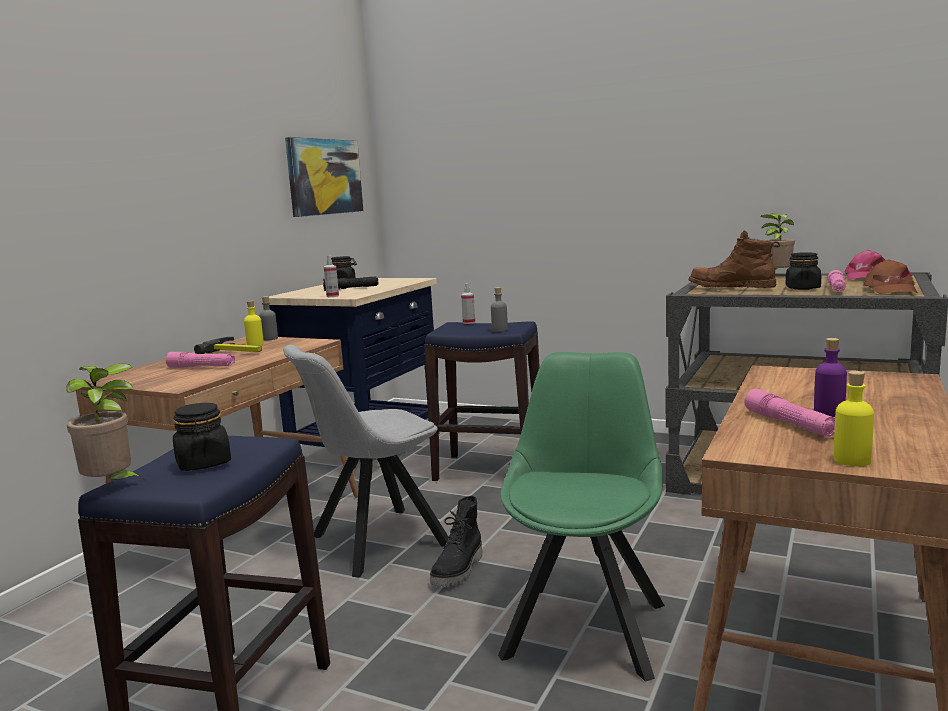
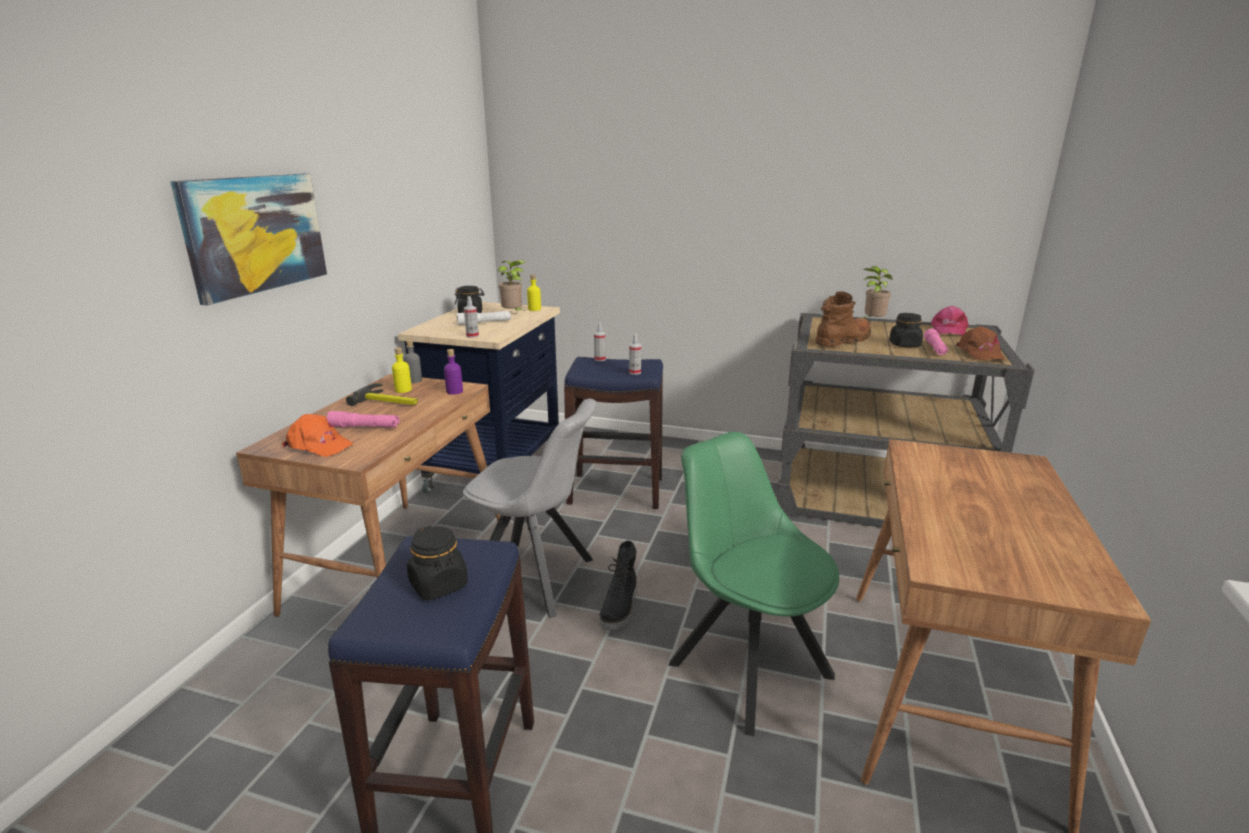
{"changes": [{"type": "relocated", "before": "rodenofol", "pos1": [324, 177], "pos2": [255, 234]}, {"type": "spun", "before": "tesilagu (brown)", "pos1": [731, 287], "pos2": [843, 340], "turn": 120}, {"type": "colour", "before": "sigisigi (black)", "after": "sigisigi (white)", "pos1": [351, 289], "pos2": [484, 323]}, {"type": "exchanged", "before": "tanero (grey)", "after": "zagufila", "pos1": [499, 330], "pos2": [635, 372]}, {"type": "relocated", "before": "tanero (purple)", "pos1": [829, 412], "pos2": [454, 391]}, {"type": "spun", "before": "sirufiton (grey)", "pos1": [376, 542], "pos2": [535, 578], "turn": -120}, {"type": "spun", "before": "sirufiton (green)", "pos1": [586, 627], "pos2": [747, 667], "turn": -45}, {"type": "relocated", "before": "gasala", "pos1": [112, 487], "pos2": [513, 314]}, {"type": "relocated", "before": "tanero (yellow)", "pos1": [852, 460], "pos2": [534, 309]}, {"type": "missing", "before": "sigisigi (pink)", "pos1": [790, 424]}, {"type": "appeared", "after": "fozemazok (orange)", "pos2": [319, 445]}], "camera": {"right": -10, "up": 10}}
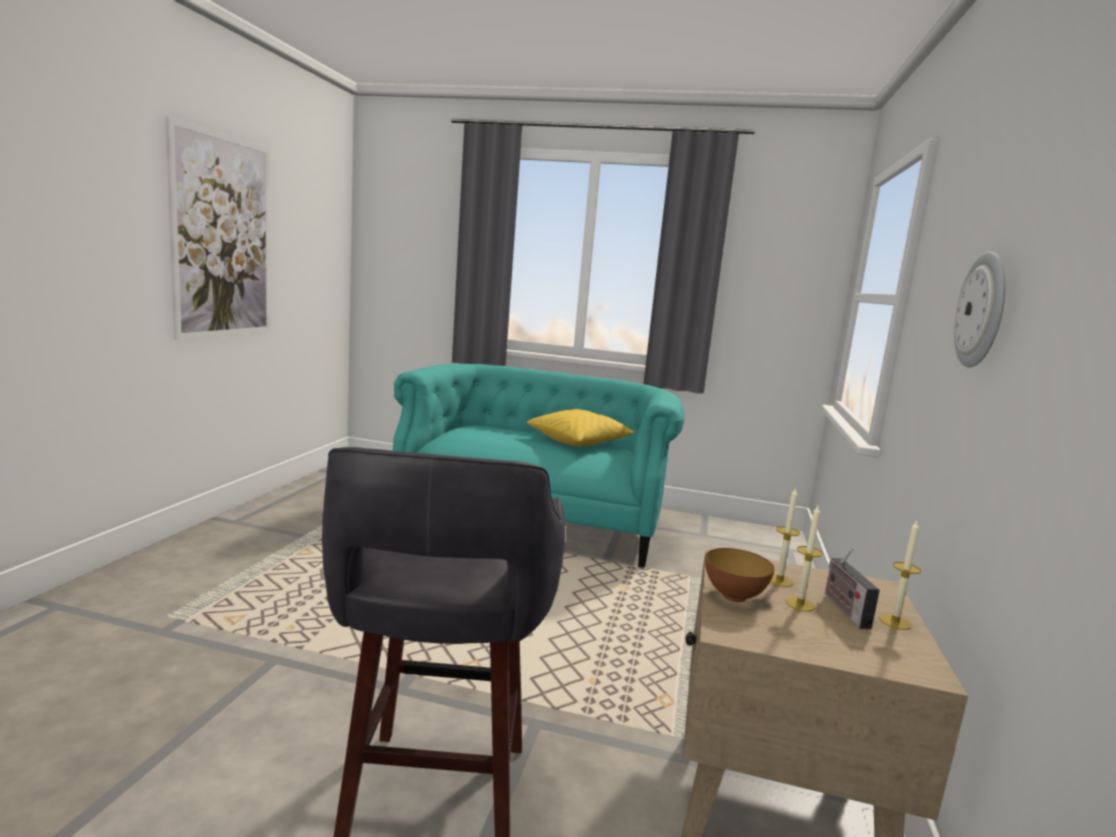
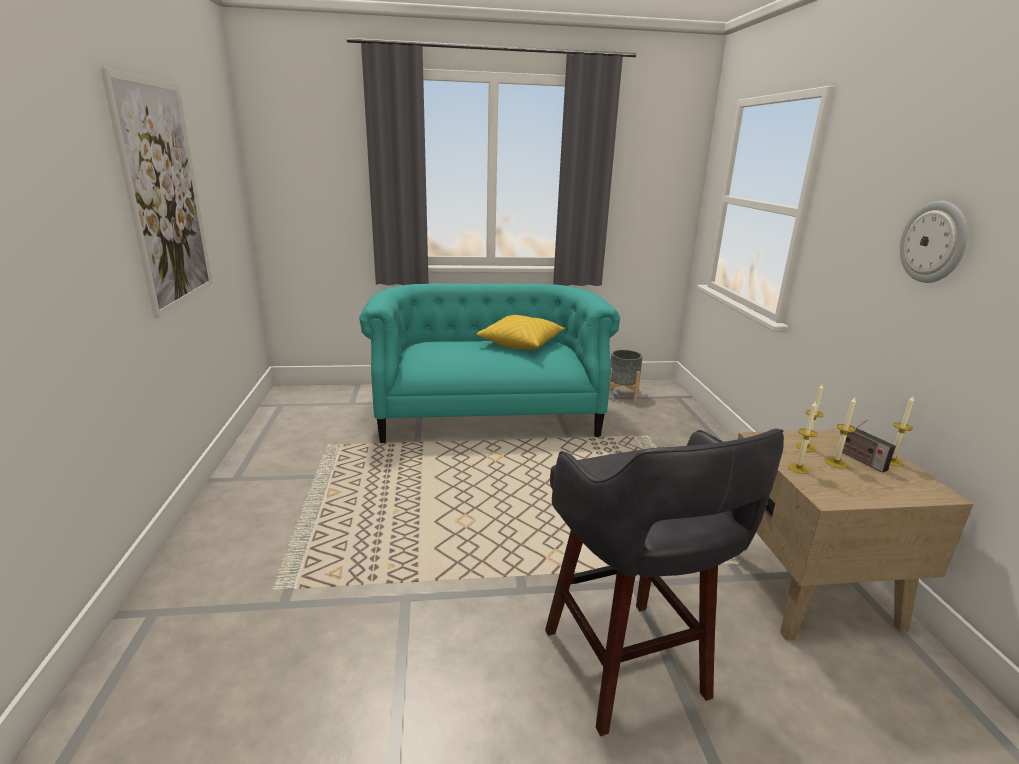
{"changes": [{"type": "exchanged", "before": "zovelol", "after": "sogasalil", "pos1": [734, 596], "pos2": [798, 468]}, {"type": "appeared", "after": "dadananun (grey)", "pos2": [622, 394]}], "camera": {"right": -20, "up": 10}}
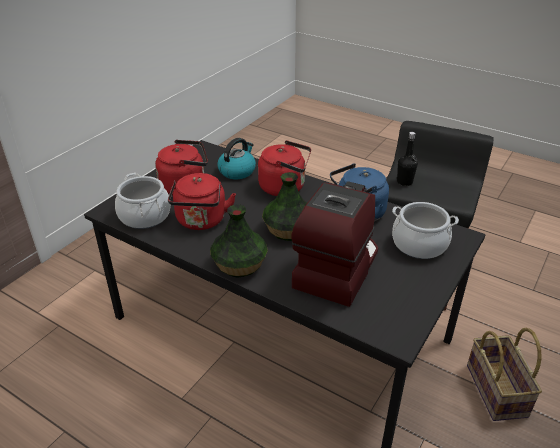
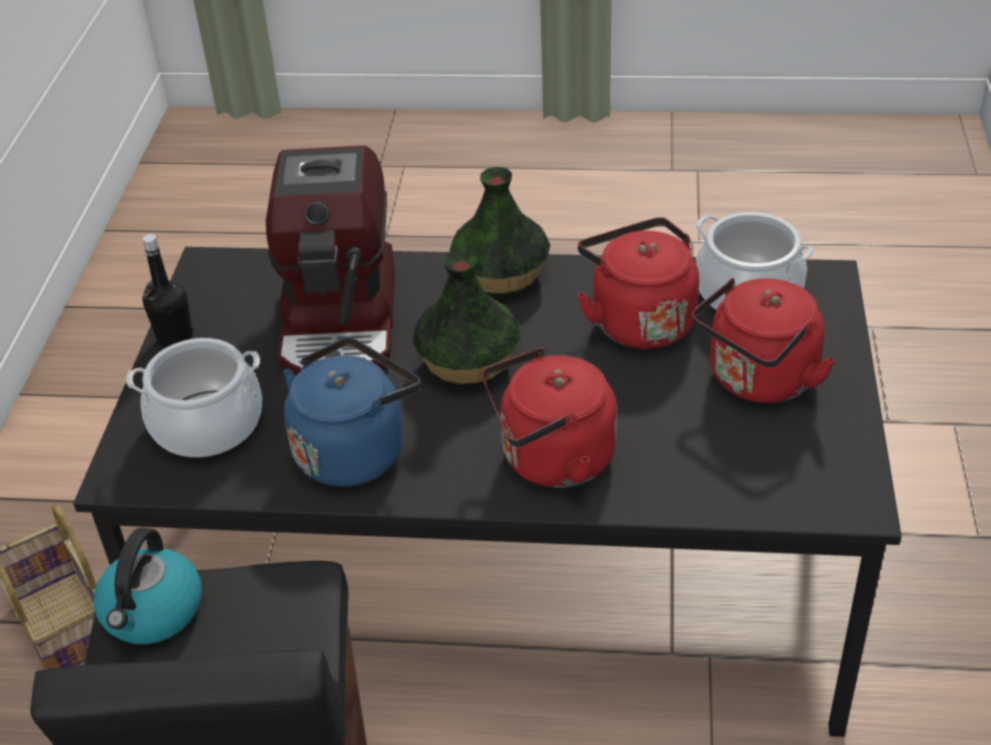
{"changes": [{"type": "relocated", "before": "tanero (black)", "pos1": [404, 182], "pos2": [175, 338]}, {"type": "relocated", "before": "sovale", "pos1": [237, 171], "pos2": [153, 612]}], "camera": {"right": 155, "up": 5}}
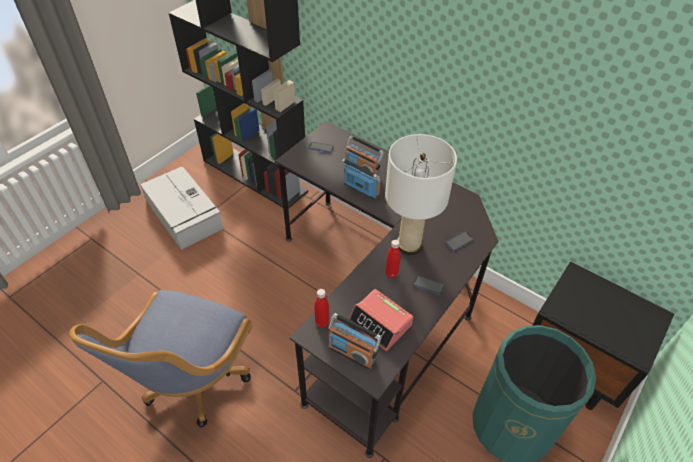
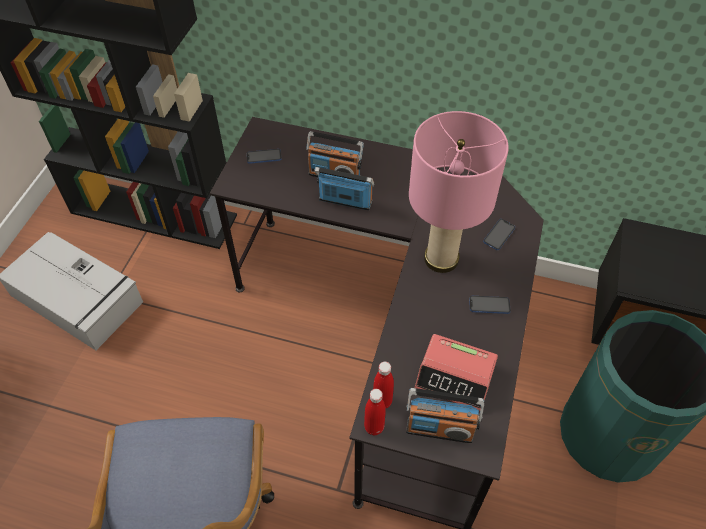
{"changes": [{"type": "colour", "before": "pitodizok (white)", "after": "pitodizok (pink)", "pos1": [408, 245], "pos2": [440, 259]}, {"type": "relocated", "before": "tanero (red)", "pos1": [391, 274], "pos2": [374, 427]}], "camera": {"right": -20, "up": 5}}
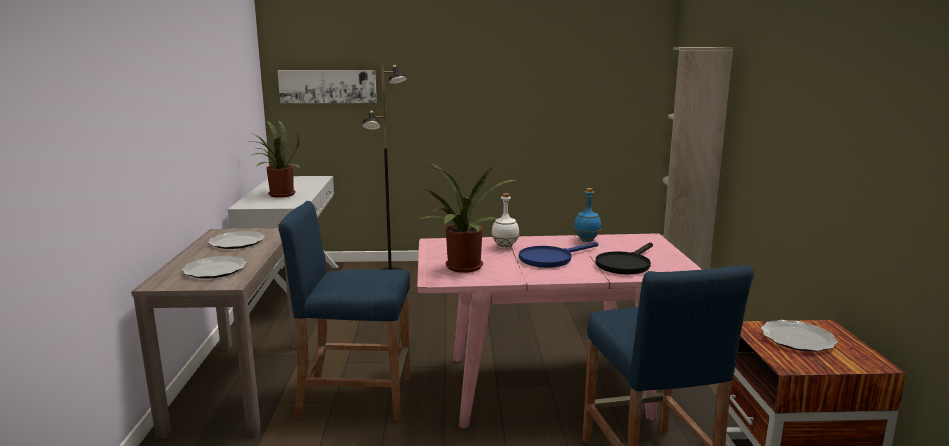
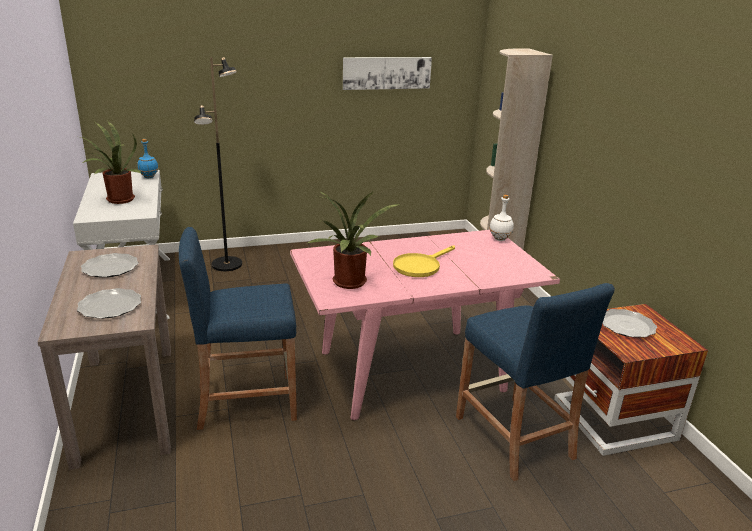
{"changes": [{"type": "relocated", "before": "rodenofol", "pos1": [328, 86], "pos2": [386, 73]}, {"type": "relocated", "before": "tanero (blue)", "pos1": [586, 240], "pos2": [149, 177]}, {"type": "relocated", "before": "tanero (white)", "pos1": [505, 247], "pos2": [500, 239]}, {"type": "colour", "before": "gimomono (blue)", "after": "gimomono (yellow)", "pos1": [551, 259], "pos2": [420, 266]}, {"type": "missing", "before": "gimomono (black)", "pos1": [625, 264]}], "camera": {"right": -15, "up": 10}}
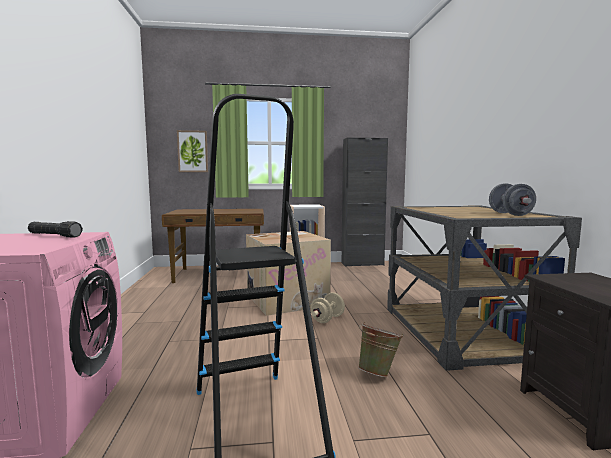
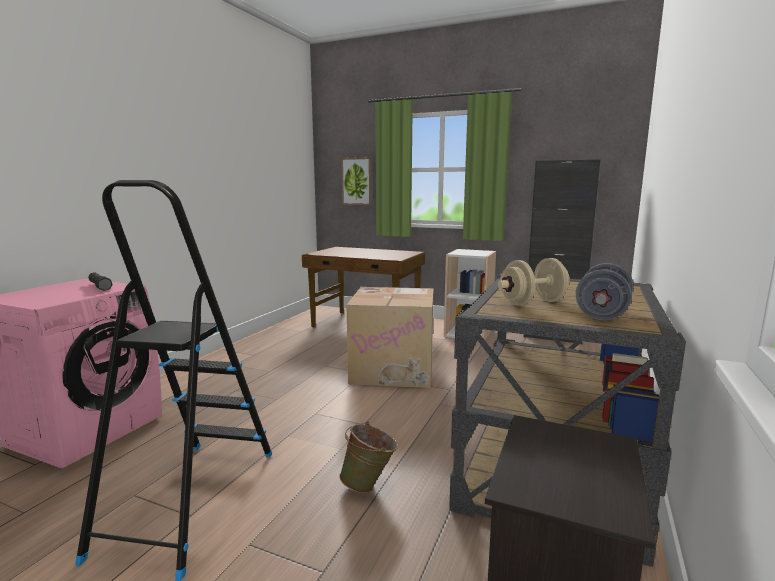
{"changes": [{"type": "relocated", "before": "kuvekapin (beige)", "pos1": [327, 319], "pos2": [533, 303]}], "camera": {"right": 30, "up": 5}}
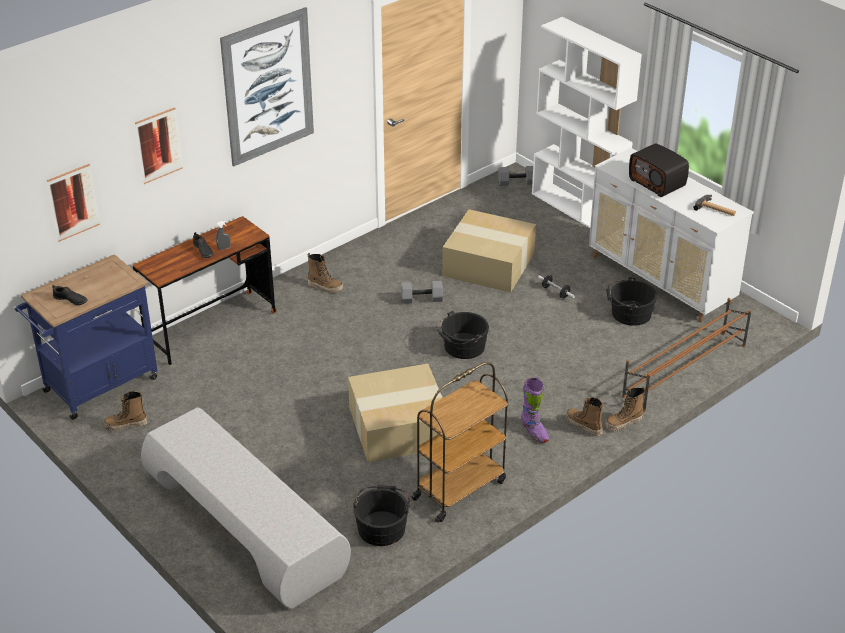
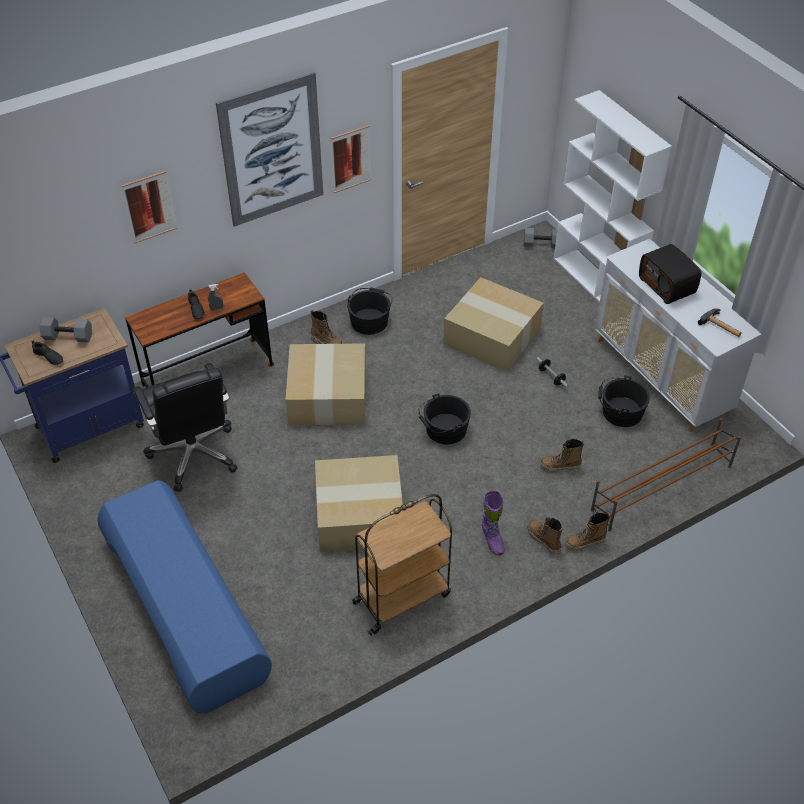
{"changes": [{"type": "relocated", "before": "rodenofol", "pos1": [73, 202], "pos2": [350, 159]}, {"type": "relocated", "before": "kuvekapin (grey)", "pos1": [421, 300], "pos2": [67, 337]}, {"type": "relocated", "before": "tesilagu", "pos1": [126, 425], "pos2": [560, 467]}, {"type": "colour", "before": "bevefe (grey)", "after": "bevefe (blue)", "pos1": [244, 524], "pos2": [184, 607]}, {"type": "relocated", "before": "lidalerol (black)", "pos1": [382, 526], "pos2": [370, 320]}, {"type": "appeared", "after": "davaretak", "pos2": [326, 395]}, {"type": "appeared", "after": "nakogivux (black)", "pos2": [194, 454]}], "camera": {"right": 10, "up": 10}}
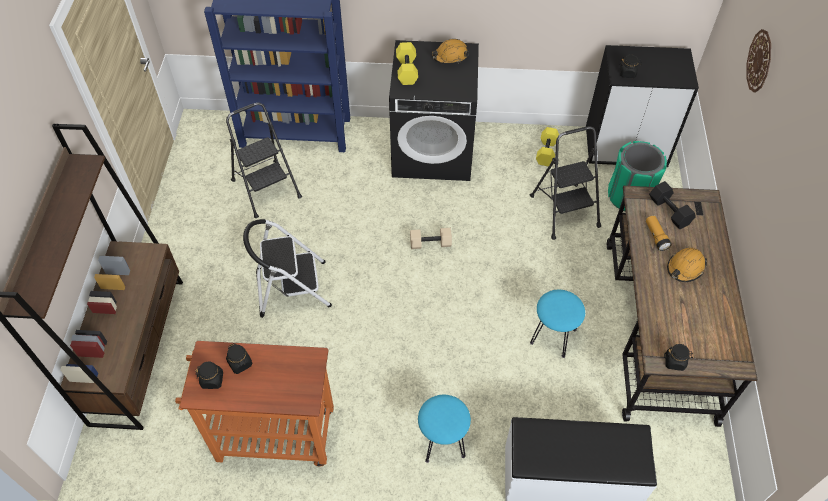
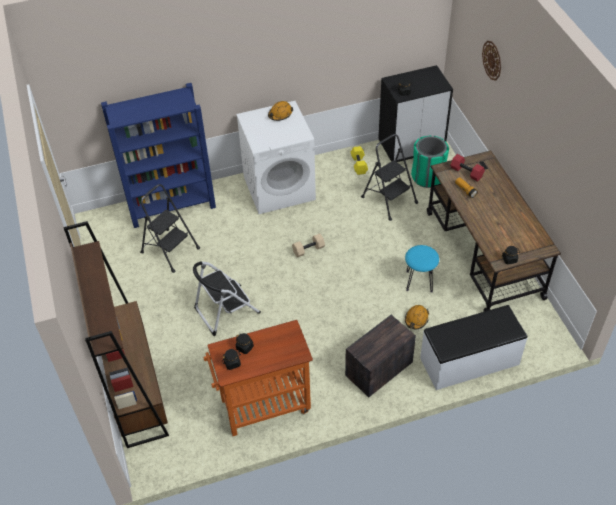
{"changes": [{"type": "colour", "before": "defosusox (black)", "after": "defosusox (white)", "pos1": [433, 151], "pos2": [279, 188]}, {"type": "missing", "before": "kuvekapin (yellow)", "pos1": [406, 70]}, {"type": "colour", "before": "kuvekapin (black)", "after": "kuvekapin (red)", "pos1": [670, 211], "pos2": [467, 172]}, {"type": "relocated", "before": "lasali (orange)", "pos1": [685, 268], "pos2": [416, 319]}, {"type": "exchanged", "before": "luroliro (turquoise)", "after": "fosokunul", "pos1": [442, 441], "pos2": [378, 369]}], "camera": {"right": -20, "up": -5}}
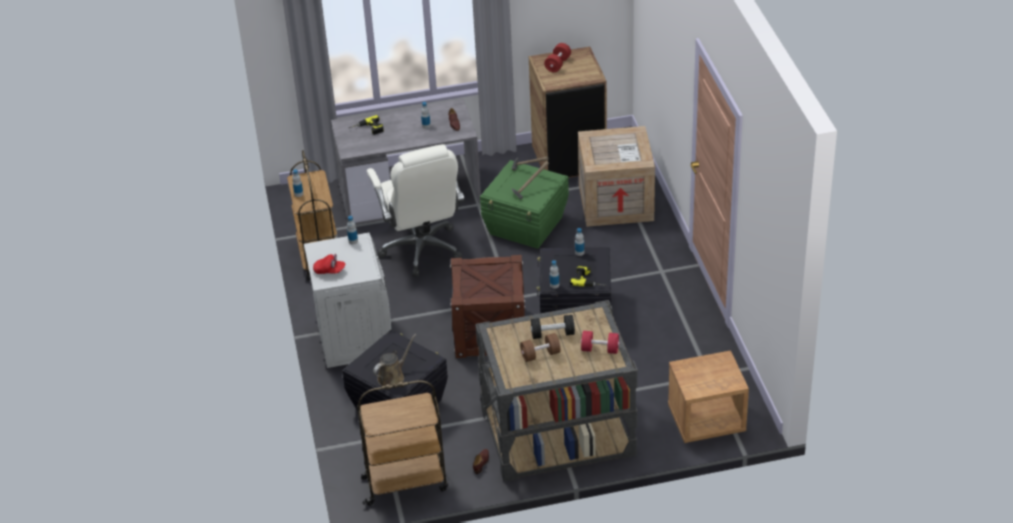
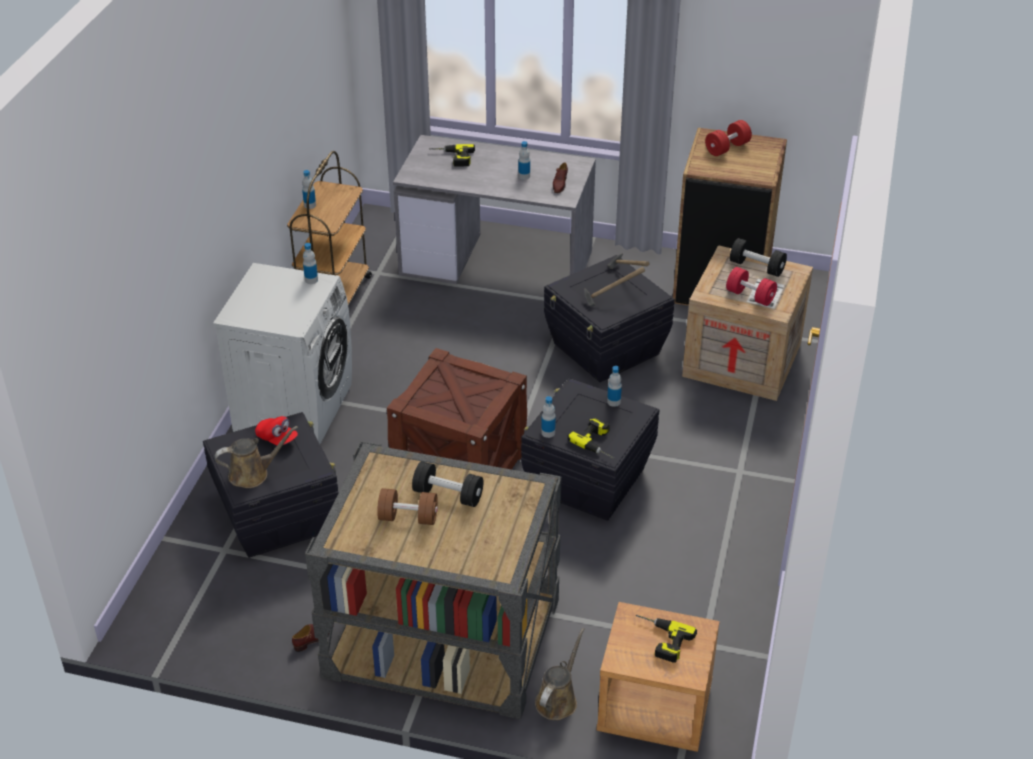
{"changes": [{"type": "missing", "before": "nakogivux (white)", "pos1": [422, 251]}, {"type": "colour", "before": "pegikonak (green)", "after": "pegikonak (black)", "pos1": [526, 226], "pos2": [606, 349]}, {"type": "relocated", "before": "fozemazok (red)", "pos1": [329, 271], "pos2": [277, 438]}, {"type": "relocated", "before": "kuvekapin (red)", "pos1": [600, 349], "pos2": [750, 296]}, {"type": "missing", "before": "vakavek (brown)", "pos1": [406, 484]}, {"type": "appeared", "after": "kuvekapin (black)", "pos2": [756, 267]}, {"type": "appeared", "after": "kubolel", "pos2": [659, 640]}, {"type": "appeared", "after": "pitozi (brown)", "pos2": [558, 699]}], "camera": {"right": 25, "up": 0}}
